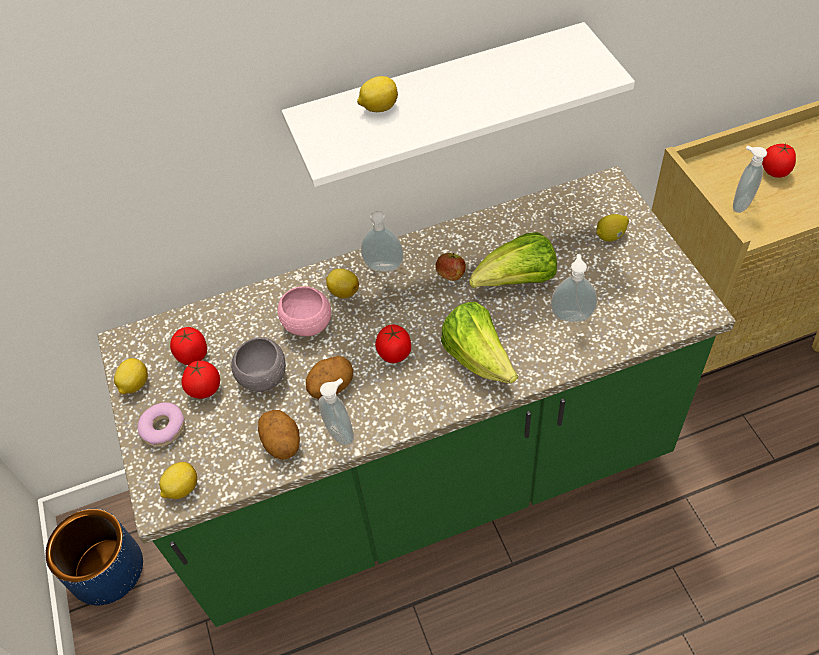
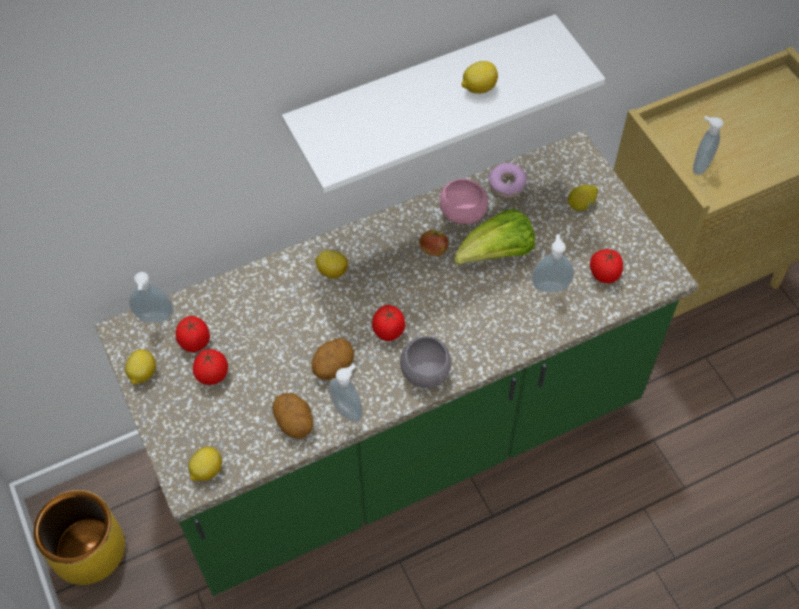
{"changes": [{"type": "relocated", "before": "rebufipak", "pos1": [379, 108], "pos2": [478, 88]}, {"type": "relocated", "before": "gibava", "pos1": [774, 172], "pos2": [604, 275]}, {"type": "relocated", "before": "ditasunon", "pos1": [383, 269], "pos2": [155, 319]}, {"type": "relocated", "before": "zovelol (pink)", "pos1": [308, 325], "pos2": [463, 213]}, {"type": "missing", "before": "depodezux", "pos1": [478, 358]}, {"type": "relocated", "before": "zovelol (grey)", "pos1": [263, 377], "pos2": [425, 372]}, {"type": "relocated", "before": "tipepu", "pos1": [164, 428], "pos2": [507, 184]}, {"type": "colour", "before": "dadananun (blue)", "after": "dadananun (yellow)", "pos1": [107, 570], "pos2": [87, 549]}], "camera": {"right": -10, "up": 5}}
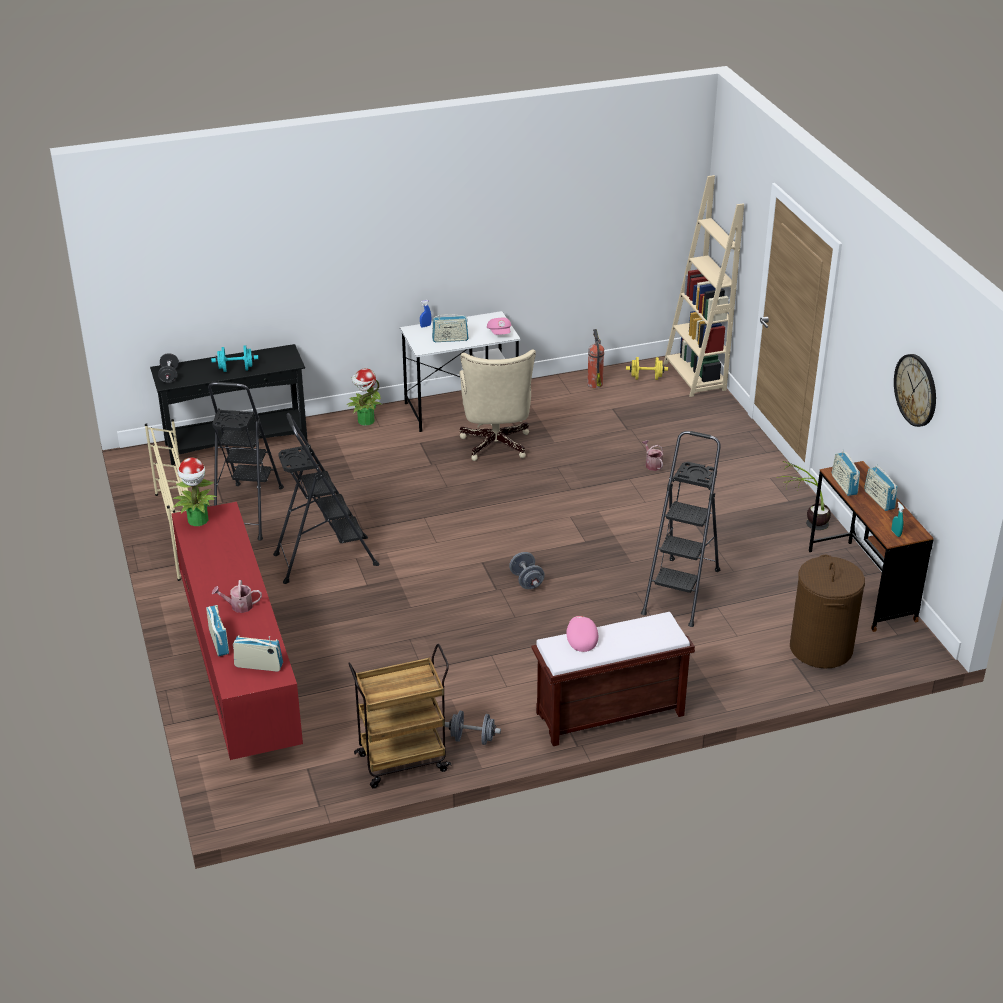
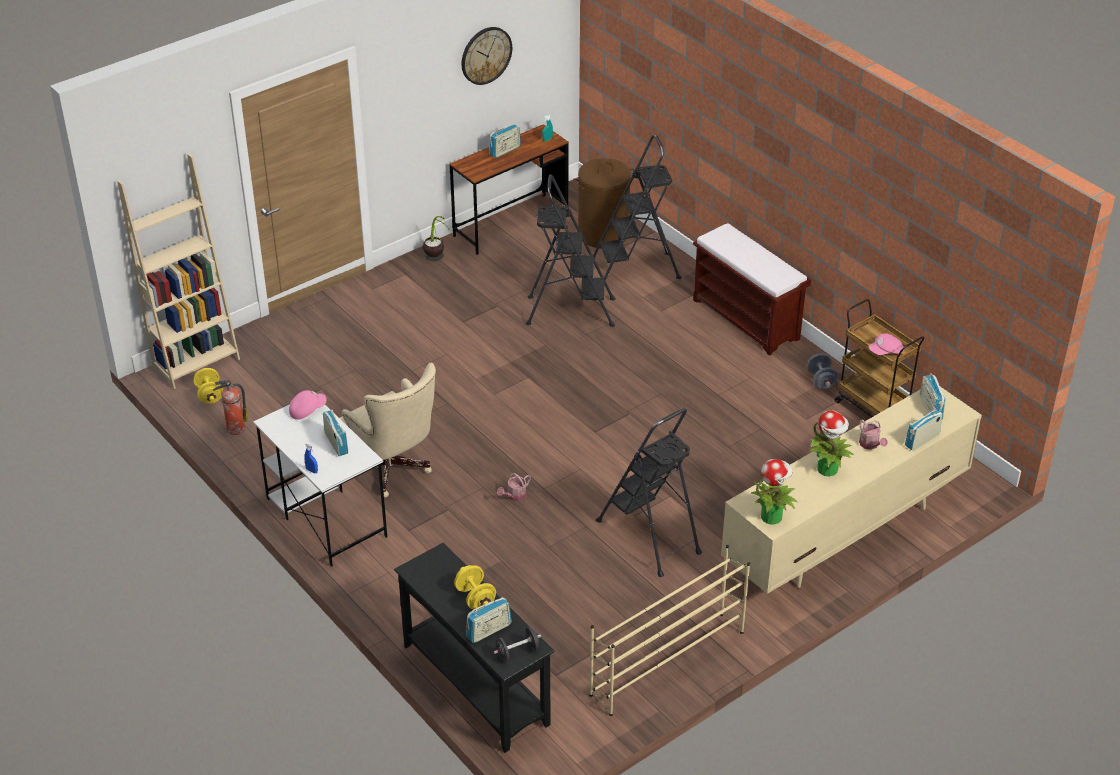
{"changes": [{"type": "colour", "before": "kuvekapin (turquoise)", "after": "kuvekapin (yellow)", "pos1": [236, 369], "pos2": [475, 598]}, {"type": "spun", "before": "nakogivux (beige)", "pos1": [496, 446], "pos2": [392, 471], "turn": 75}, {"type": "relocated", "before": "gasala", "pos1": [365, 421], "pos2": [828, 469]}, {"type": "relocated", "before": "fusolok", "pos1": [248, 511], "pos2": [635, 271]}, {"type": "relocated", "before": "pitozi", "pos1": [652, 464], "pos2": [514, 496]}, {"type": "relocated", "before": "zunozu", "pos1": [844, 485], "pos2": [489, 630]}, {"type": "colour", "before": "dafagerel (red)", "after": "dafagerel (beige)", "pos1": [239, 677], "pos2": [845, 535]}, {"type": "missing", "before": "kuvekapin (grey)", "pos1": [526, 581]}, {"type": "relocated", "before": "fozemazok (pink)", "pos1": [581, 639], "pos2": [886, 352]}], "camera": {"right": -110, "up": 5}}
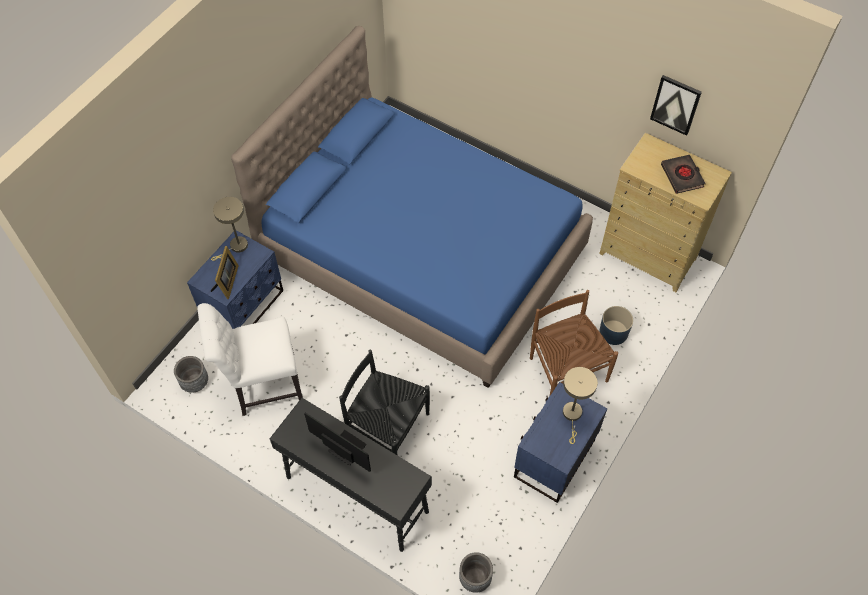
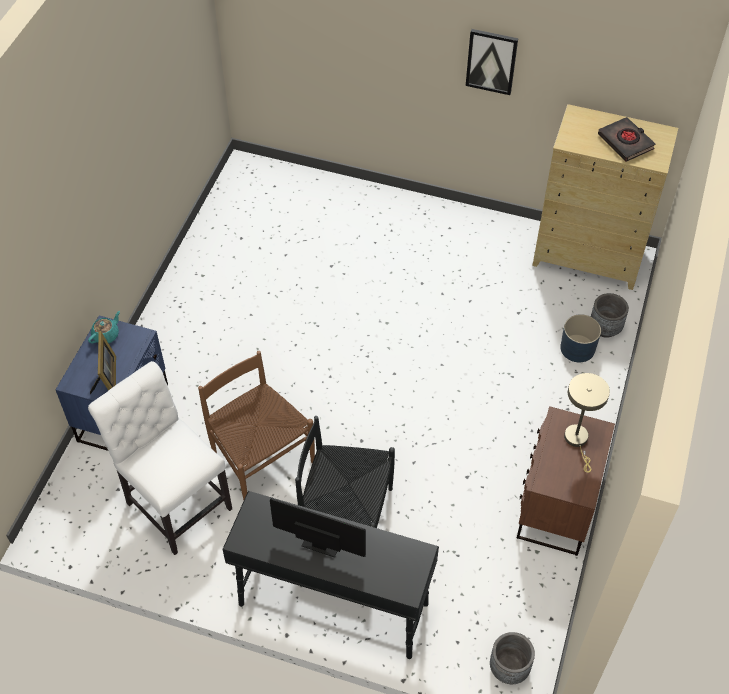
{"changes": [{"type": "missing", "before": "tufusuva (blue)", "pos1": [422, 253]}, {"type": "relocated", "before": "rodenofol", "pos1": [675, 104], "pos2": [491, 61]}, {"type": "exchanged", "before": "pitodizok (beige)", "after": "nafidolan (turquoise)", "pos1": [236, 247], "pos2": [106, 335]}, {"type": "relocated", "before": "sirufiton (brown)", "pos1": [565, 370], "pos2": [260, 460]}, {"type": "spun", "before": "sirufiton (white)", "pos1": [263, 385], "pos2": [175, 501], "turn": 75}, {"type": "relocated", "before": "dadananun (grey)", "pos1": [195, 383], "pos2": [605, 328]}, {"type": "colour", "before": "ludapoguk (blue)", "after": "ludapoguk (brown)", "pos1": [553, 459], "pos2": [556, 506]}], "camera": {"right": -15, "up": -5}}
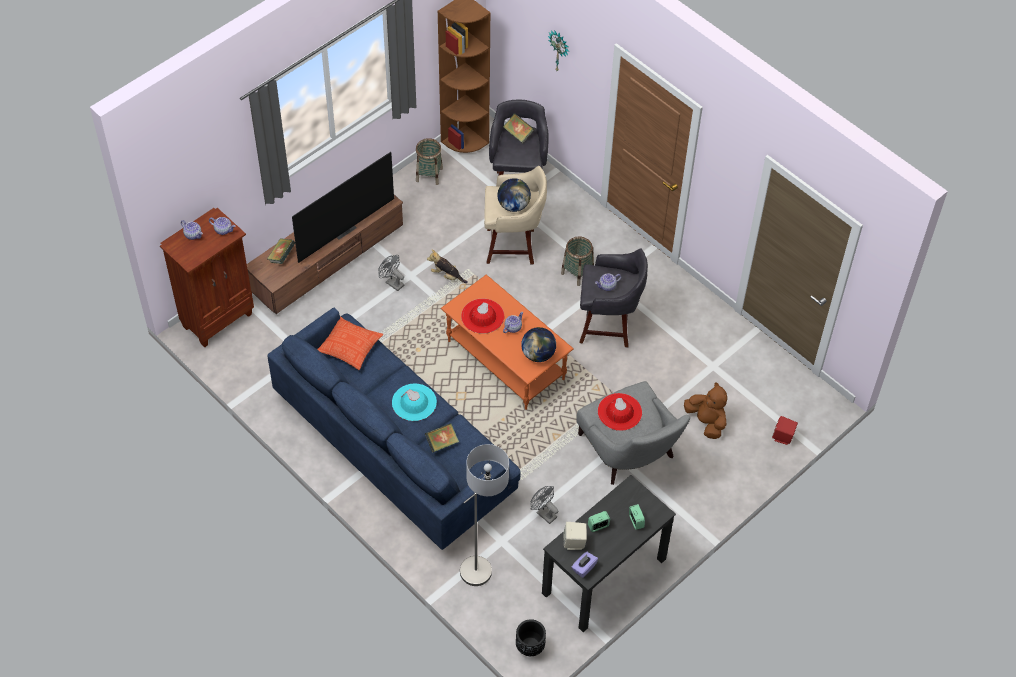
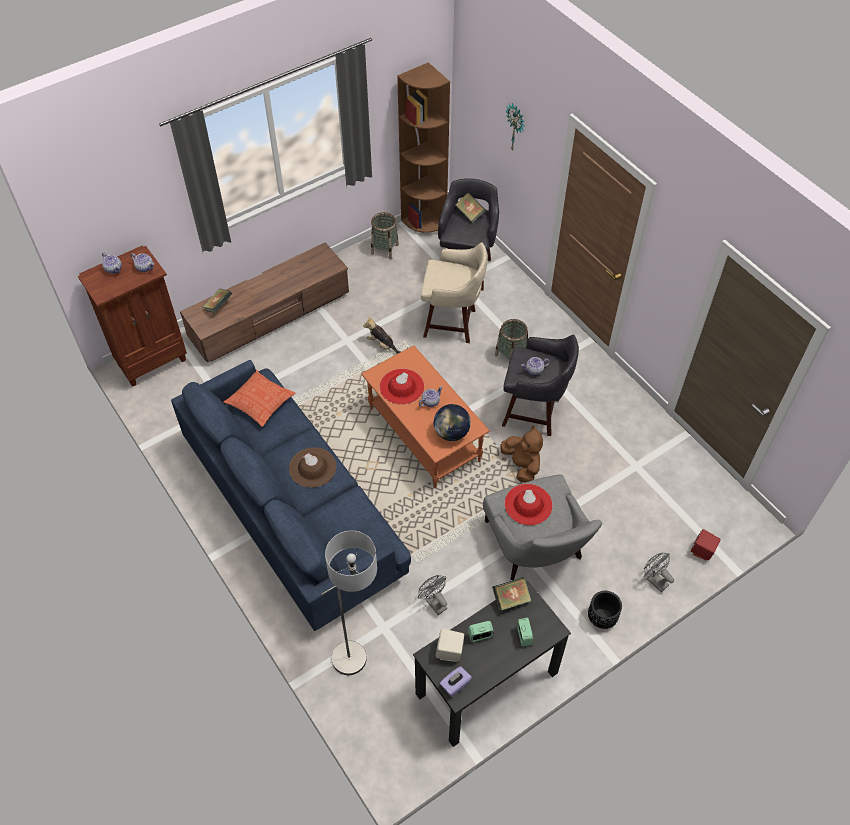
{"changes": [{"type": "missing", "before": "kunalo", "pos1": [343, 229]}, {"type": "missing", "before": "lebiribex", "pos1": [513, 205]}, {"type": "relocated", "before": "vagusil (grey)", "pos1": [392, 282], "pos2": [654, 580]}, {"type": "relocated", "before": "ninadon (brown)", "pos1": [706, 422], "pos2": [522, 465]}, {"type": "colour", "before": "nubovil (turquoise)", "after": "nubovil (brown)", "pos1": [414, 402], "pos2": [312, 467]}, {"type": "relocated", "before": "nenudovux", "pos1": [442, 443], "pos2": [511, 599]}, {"type": "relocated", "before": "dadananun (black)", "pos1": [530, 646], "pos2": [601, 618]}], "camera": {"right": 10, "up": 0}}
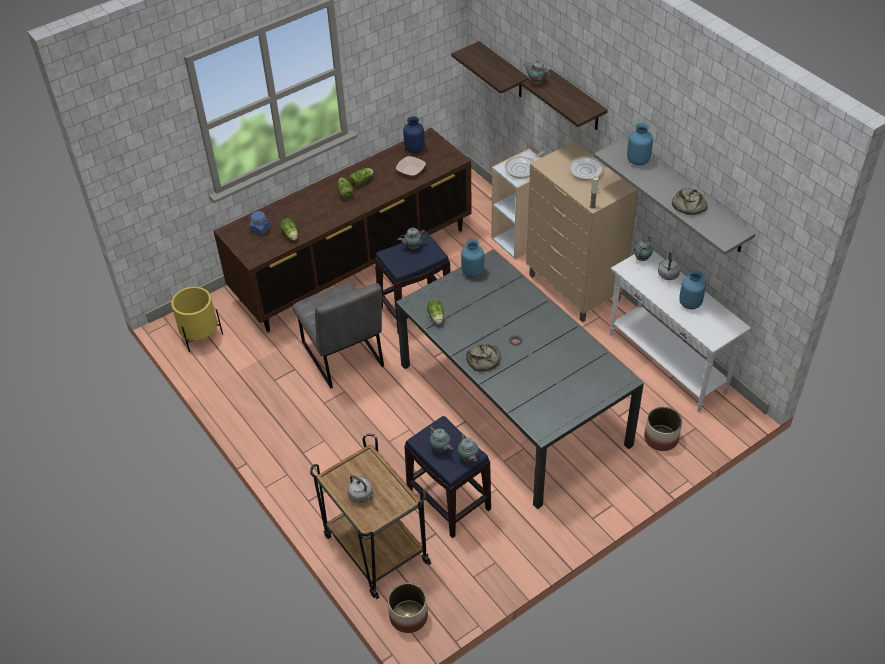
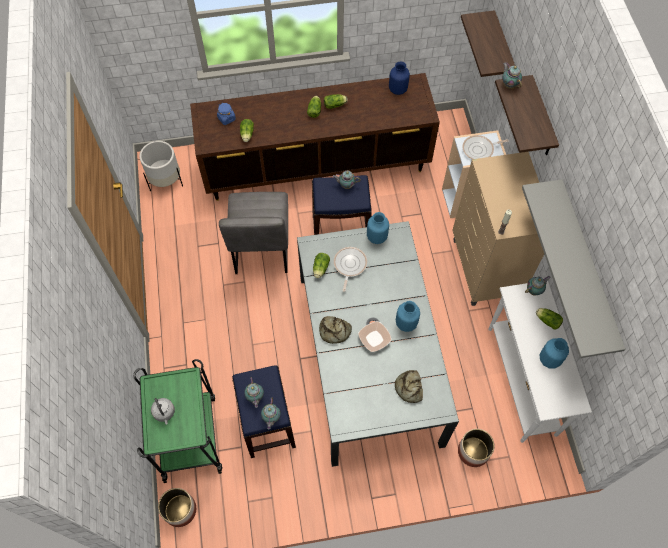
{"changes": [{"type": "relocated", "before": "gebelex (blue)", "pos1": [638, 160], "pos2": [406, 323]}, {"type": "relocated", "before": "zovelol", "pos1": [411, 170], "pos2": [374, 339]}, {"type": "relocated", "before": "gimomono", "pos1": [586, 173], "pos2": [349, 265]}, {"type": "relocated", "before": "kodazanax", "pos1": [688, 205], "pos2": [409, 388]}, {"type": "exchanged", "before": "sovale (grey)", "after": "depodezux", "pos1": [668, 275], "pos2": [547, 320]}, {"type": "colour", "before": "dadananun (yellow)", "after": "dadananun (white)", "pos1": [200, 336], "pos2": [165, 181]}, {"type": "colour", "before": "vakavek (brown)", "after": "vakavek (green)", "pos1": [375, 547], "pos2": [189, 435]}], "camera": {"right": 25, "up": 15}}
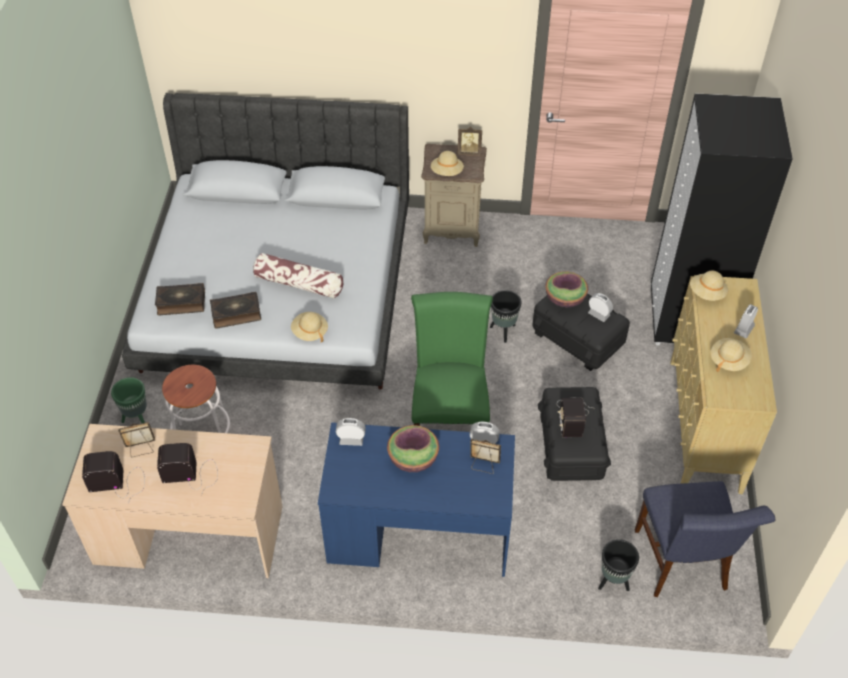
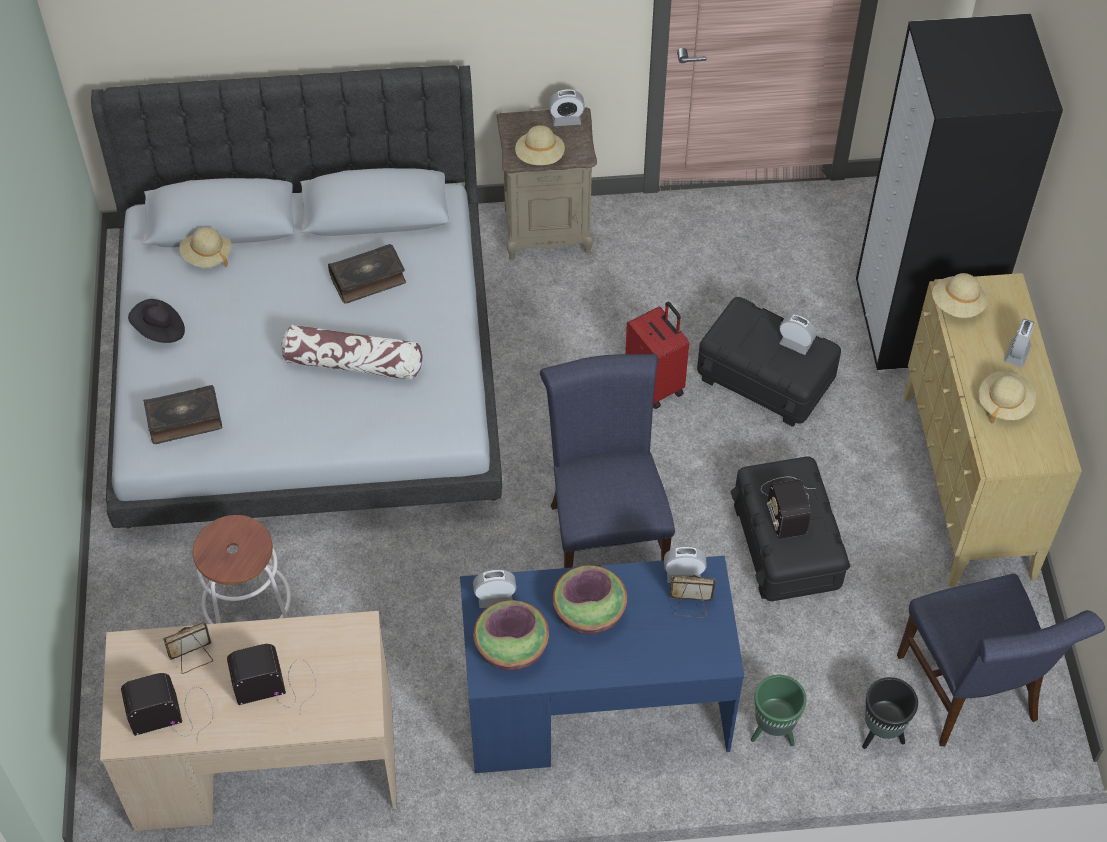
{"changes": [{"type": "exchanged", "before": "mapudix", "after": "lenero", "pos1": [469, 152], "pos2": [566, 120]}, {"type": "relocated", "before": "zovelol", "pos1": [565, 299], "pos2": [512, 648]}, {"type": "exchanged", "before": "dadananun (black)", "after": "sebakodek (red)", "pos1": [503, 331], "pos2": [656, 384]}, {"type": "relocated", "before": "nenudovux", "pos1": [236, 314], "pos2": [368, 279]}, {"type": "colour", "before": "sirufiton (green)", "after": "sirufiton (blue)", "pos1": [449, 421], "pos2": [605, 533]}, {"type": "relocated", "before": "nubovil (beige)", "pos1": [310, 332], "pos2": [207, 255]}, {"type": "relocated", "before": "dadananun (green)", "pos1": [137, 419], "pos2": [773, 732]}, {"type": "appeared", "after": "nubovil (black)", "pos2": [160, 330]}], "camera": {"right": -10, "up": 5}}
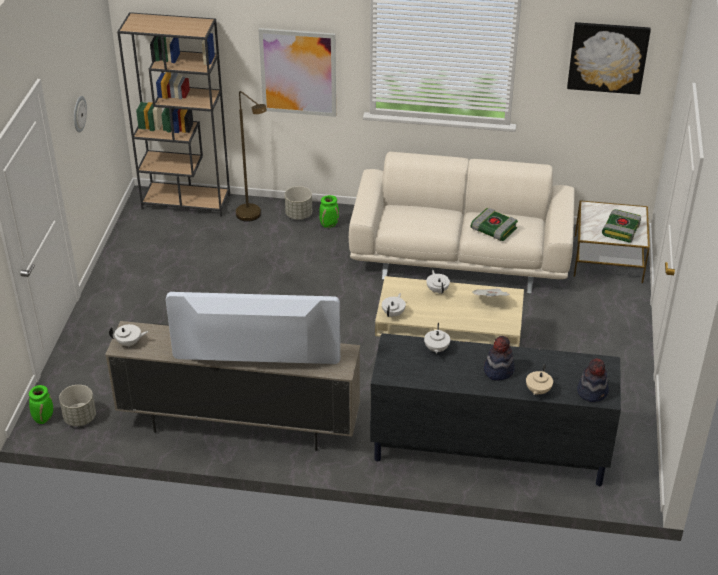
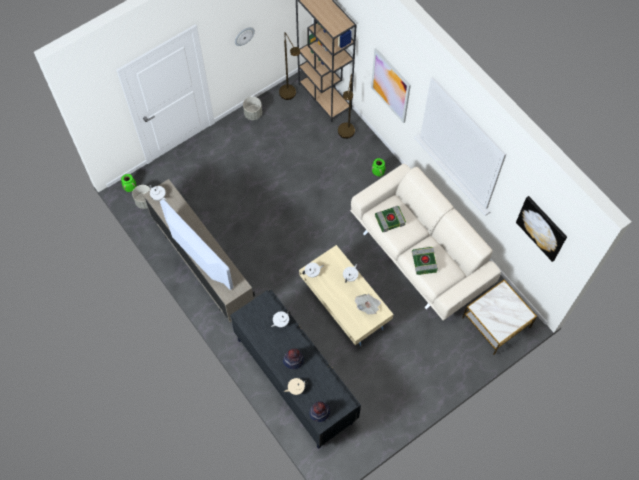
{"changes": [{"type": "relocated", "before": "dadananun (grey)", "pos1": [299, 214], "pos2": [253, 114]}, {"type": "relocated", "before": "nenudovux", "pos1": [620, 229], "pos2": [390, 220]}, {"type": "appeared", "after": "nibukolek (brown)", "pos2": [290, 96]}], "camera": {"right": 45, "up": 25}}
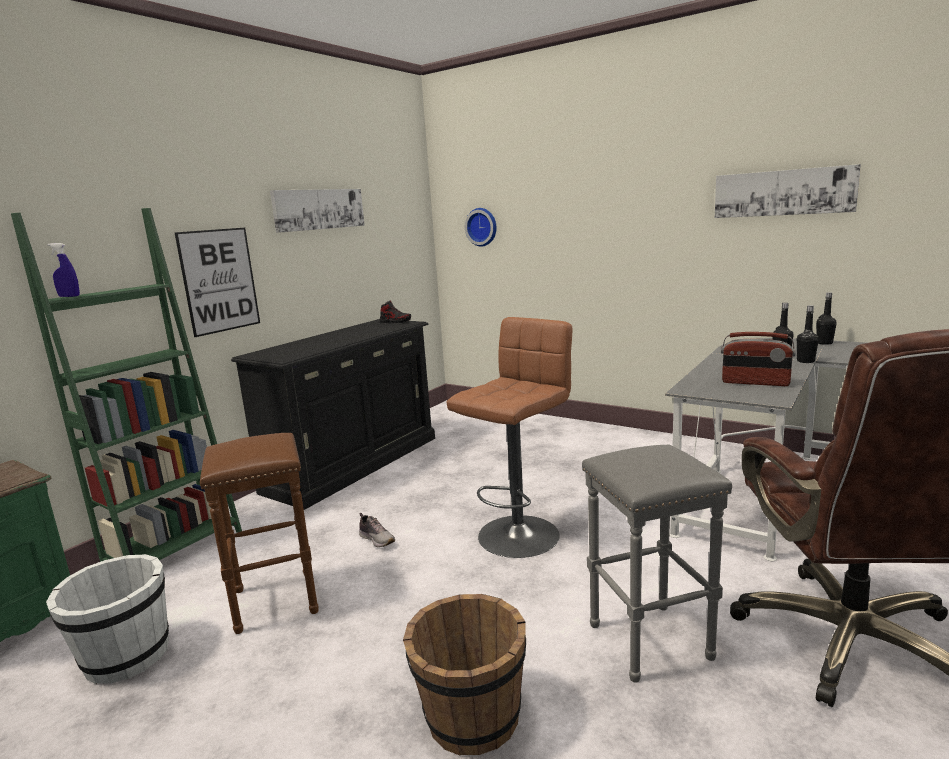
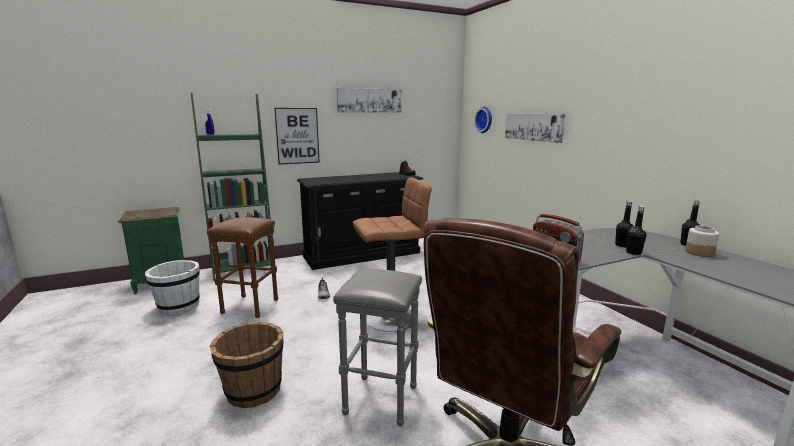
{"changes": [{"type": "relocated", "before": "rodenofol", "pos1": [783, 192], "pos2": [533, 127]}, {"type": "appeared", "after": "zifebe", "pos2": [699, 252]}], "camera": {"right": 30, "up": 0}}
